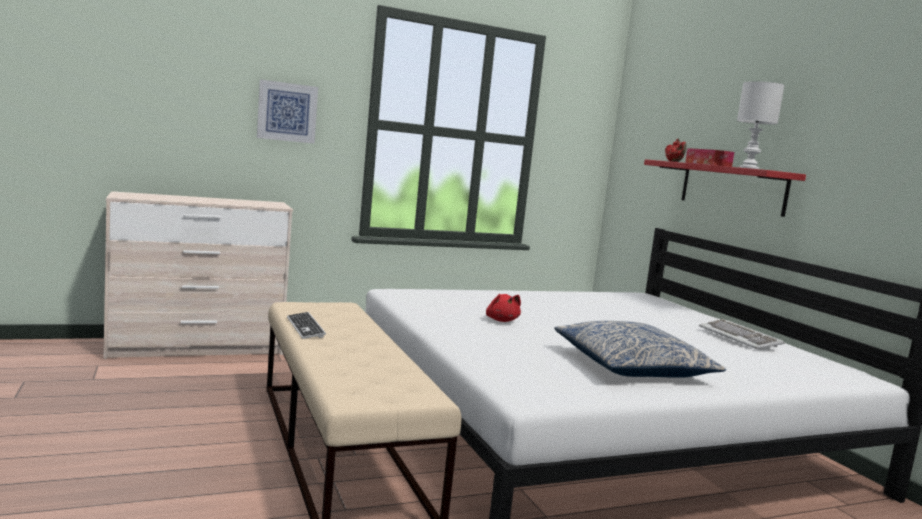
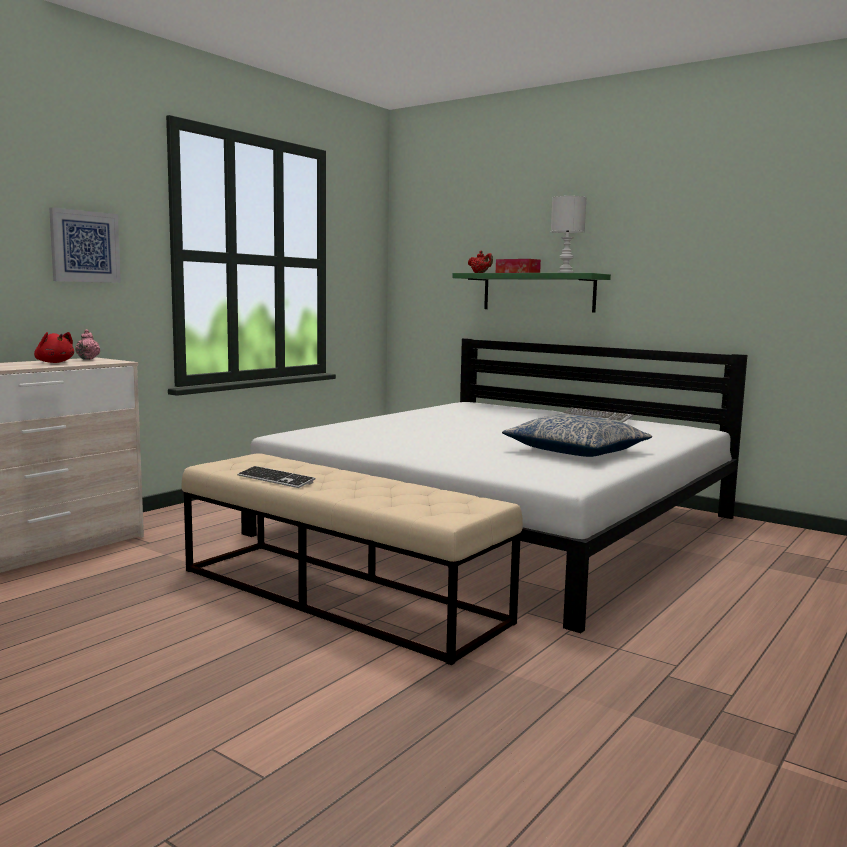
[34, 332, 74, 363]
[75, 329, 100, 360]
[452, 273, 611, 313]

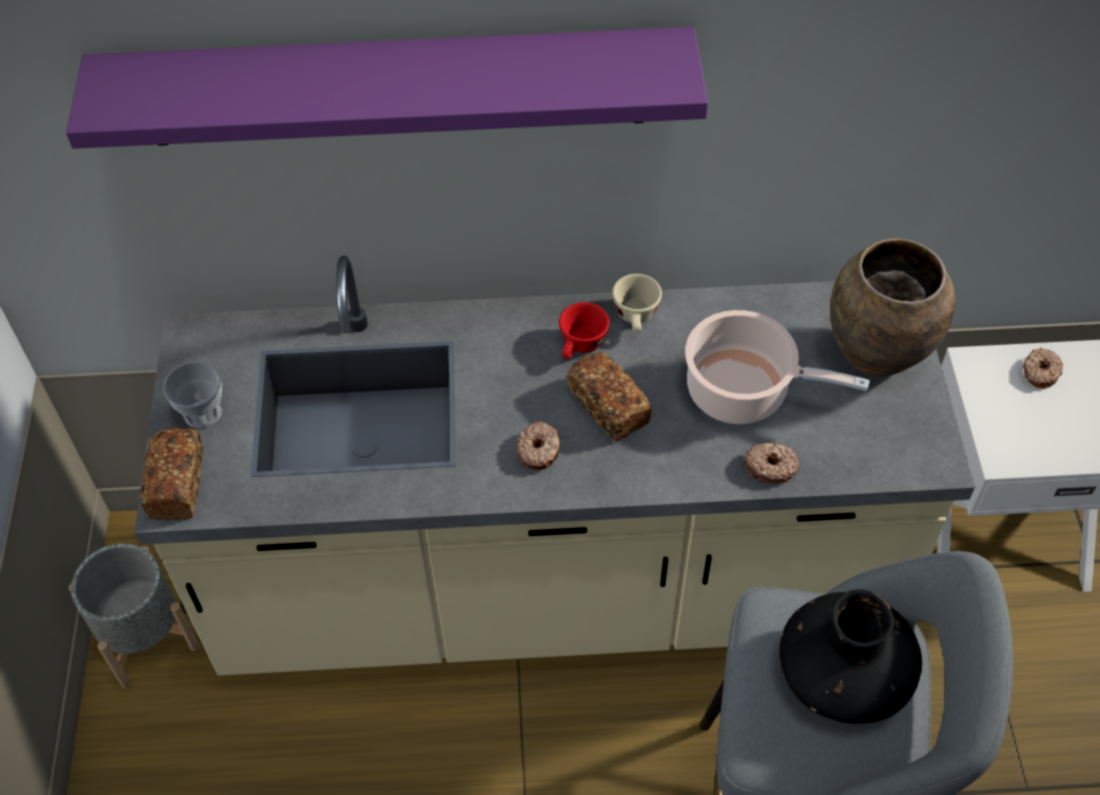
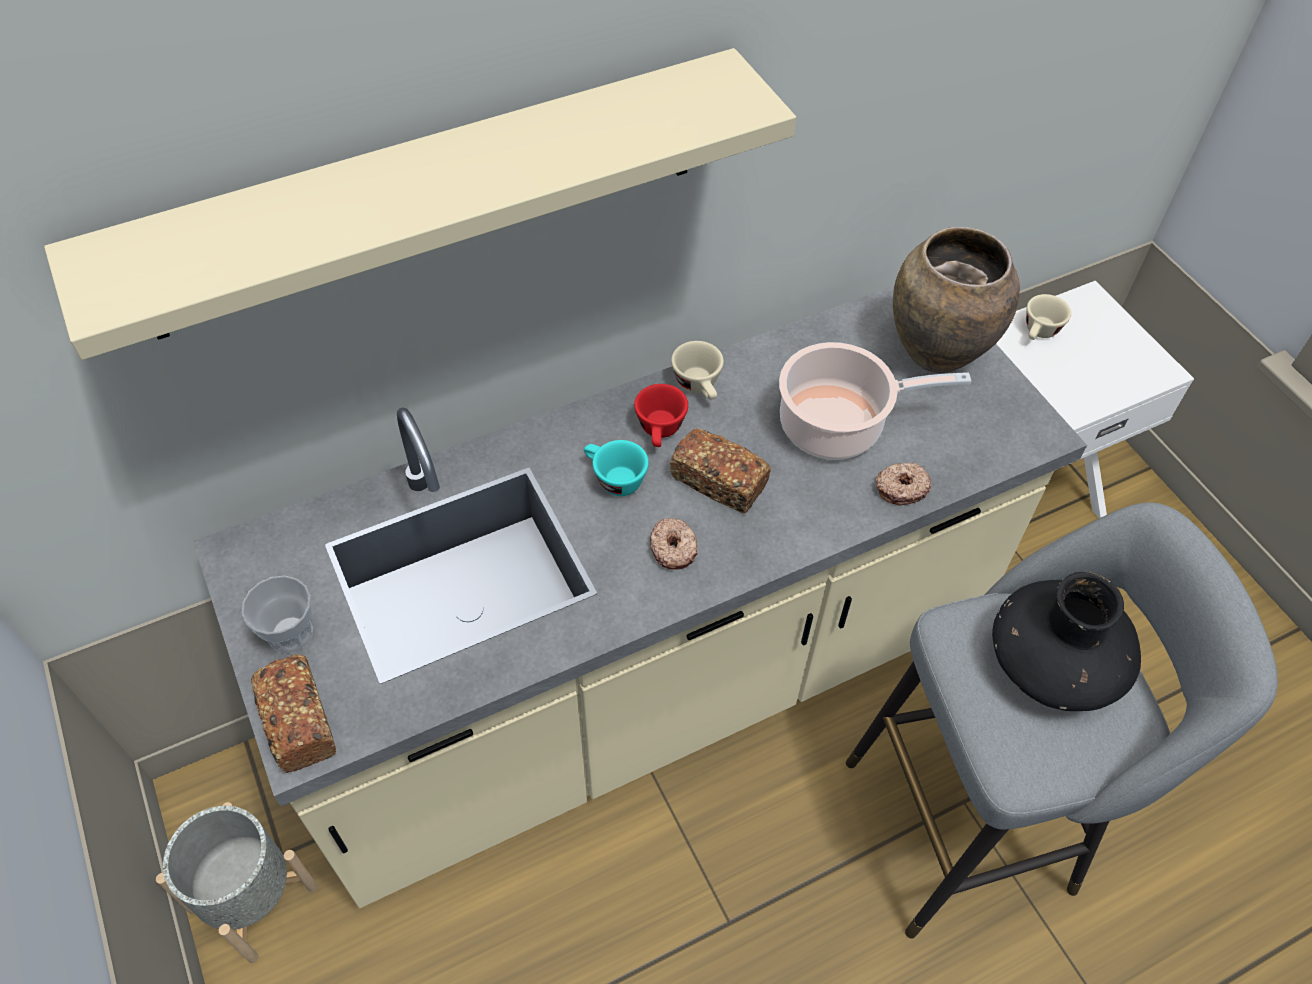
[44, 48, 796, 360]
[584, 440, 649, 496]
[1026, 294, 1071, 340]

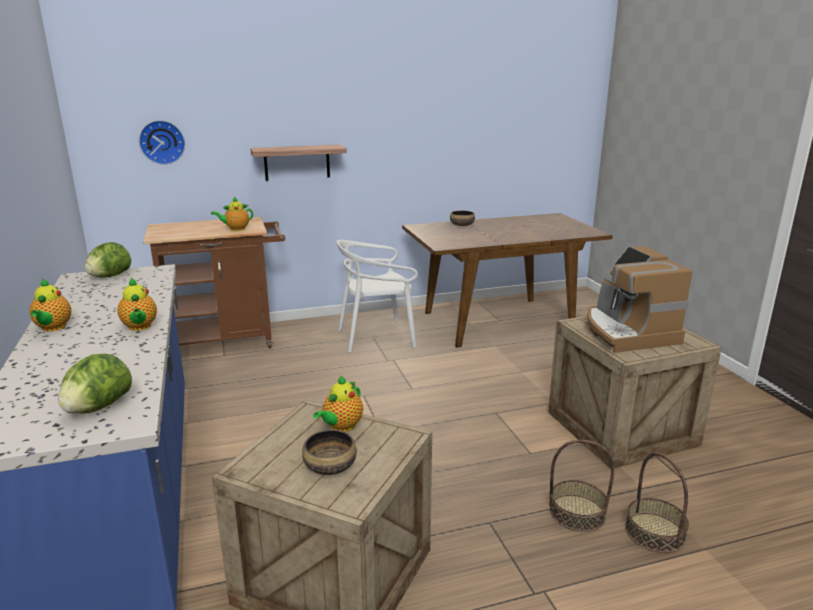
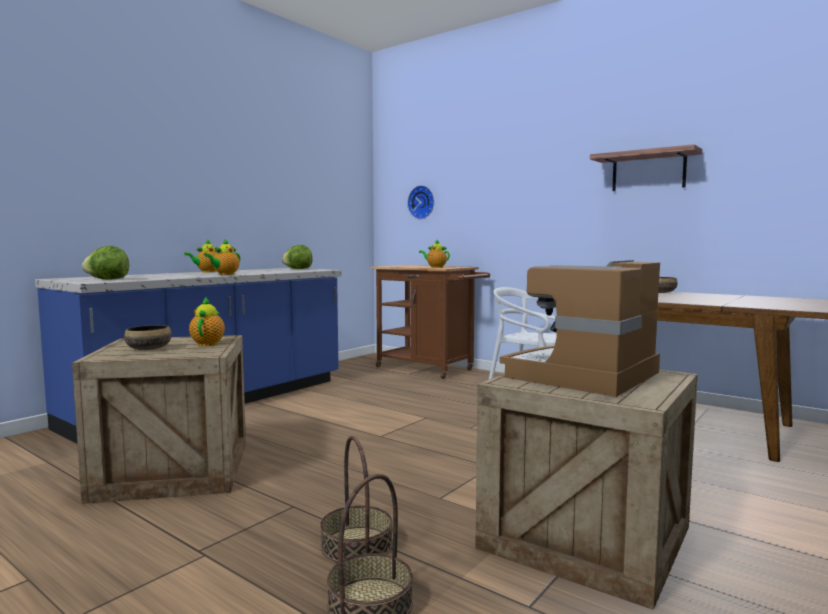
[189, 296, 225, 346]
[590, 144, 702, 191]

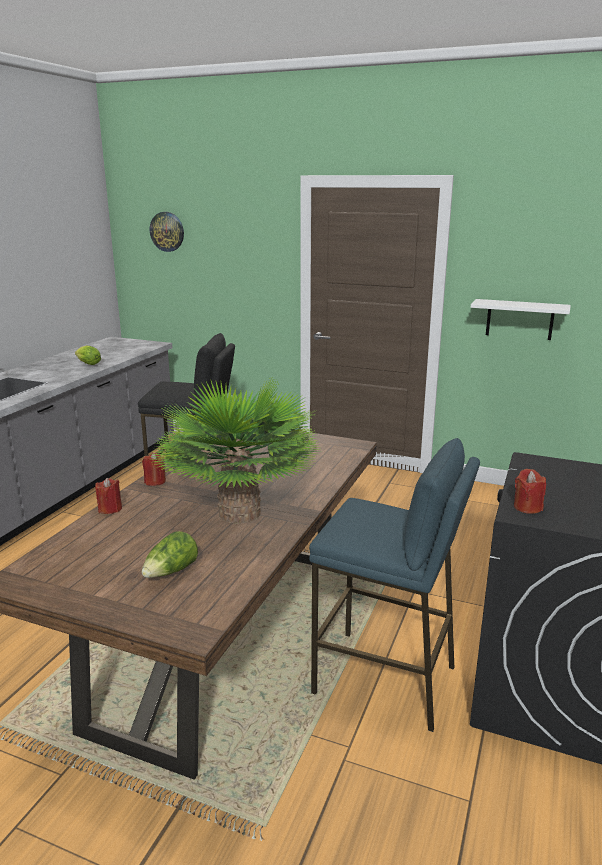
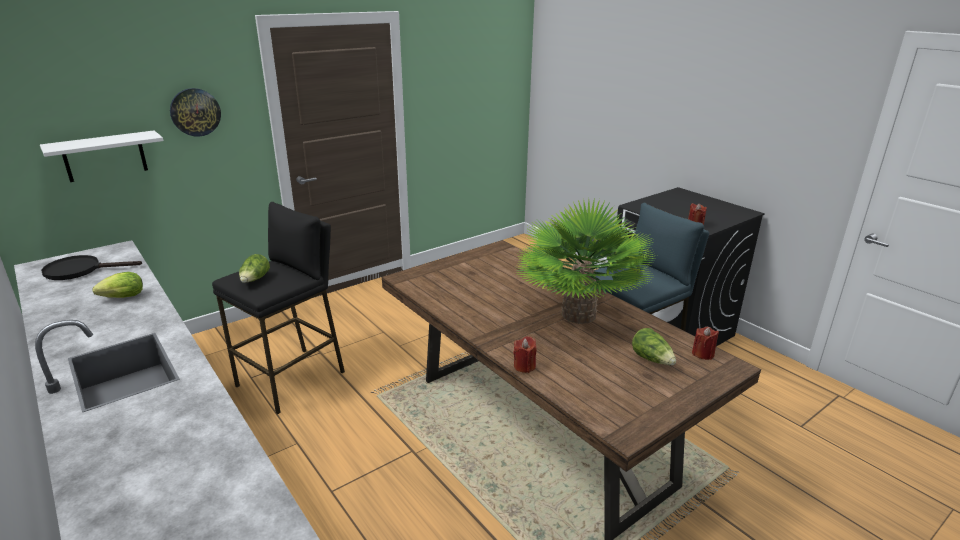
[40, 130, 164, 182]
[41, 255, 142, 280]
[170, 88, 221, 137]
[239, 254, 270, 283]
[692, 327, 719, 360]

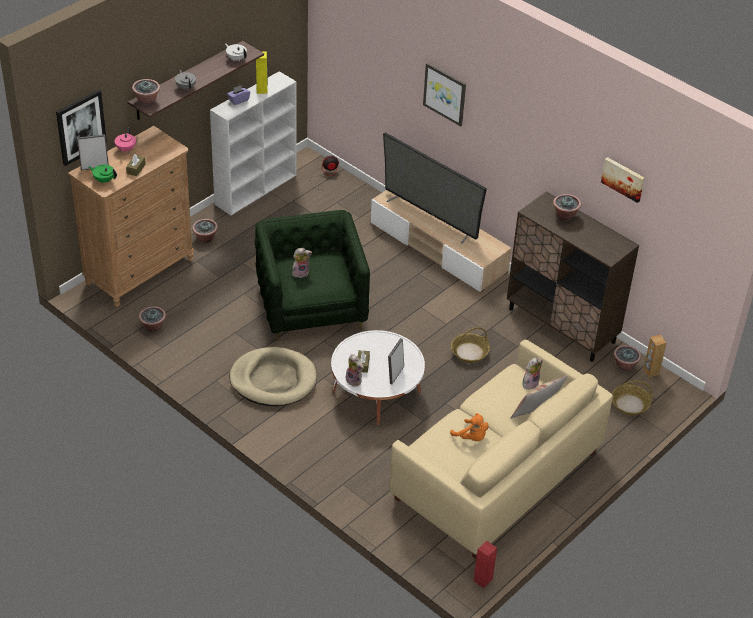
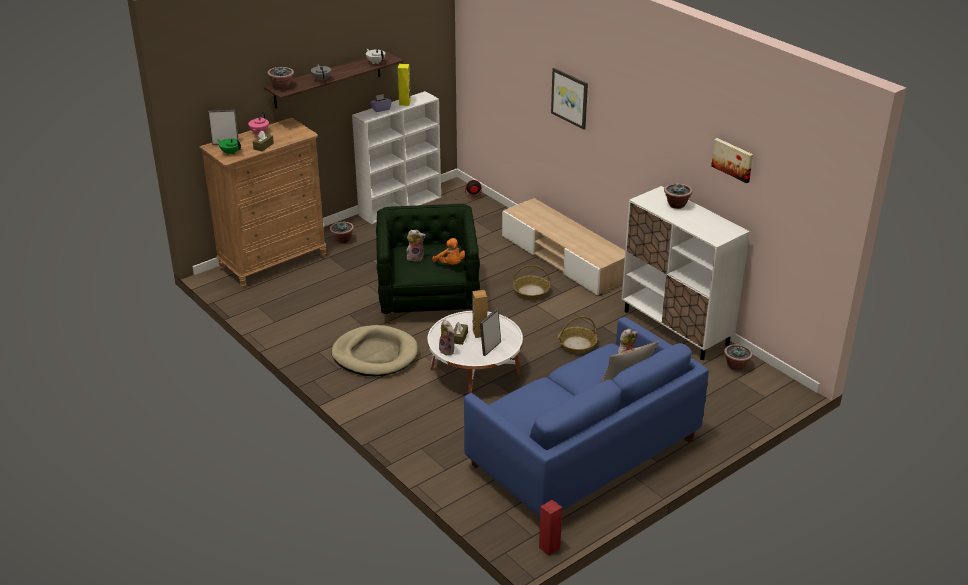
[432, 238, 465, 265]
[464, 317, 709, 517]
[472, 290, 487, 338]
[513, 265, 550, 299]
[622, 186, 750, 360]
[56, 90, 107, 166] (first image)
[139, 306, 166, 332] (first image)
[383, 132, 487, 244] (first image)

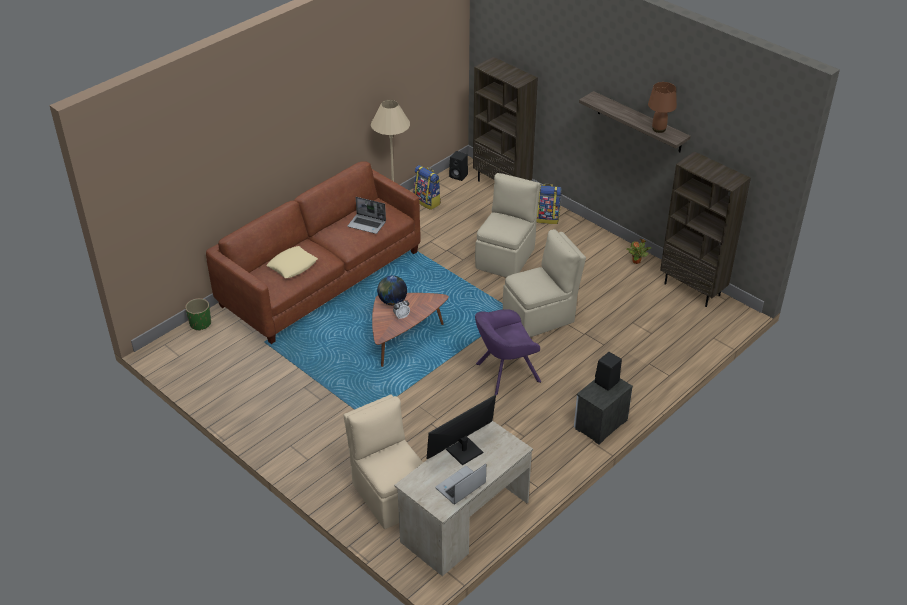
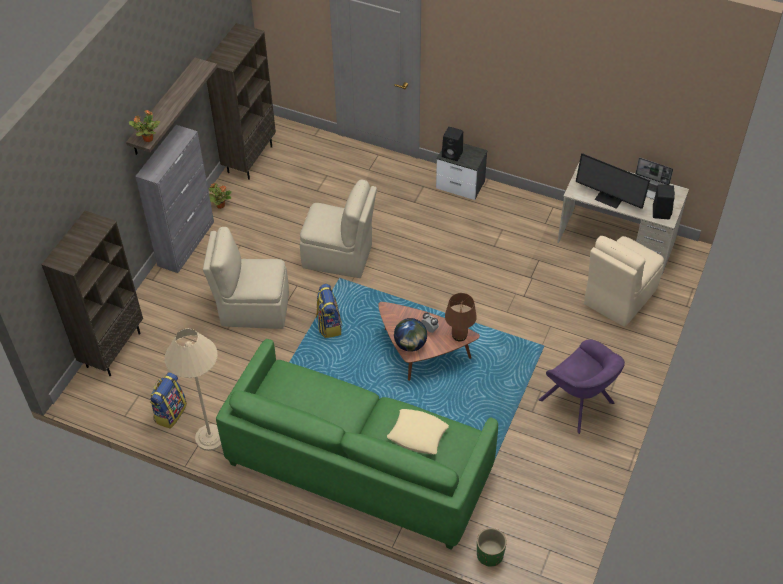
[129, 110, 160, 142]
[135, 125, 214, 273]
[216, 339, 498, 550]
[300, 179, 377, 278]
[316, 284, 342, 338]
[445, 293, 477, 341]
[539, 339, 625, 434]
[653, 184, 675, 219]
[348, 197, 386, 234] (first image)

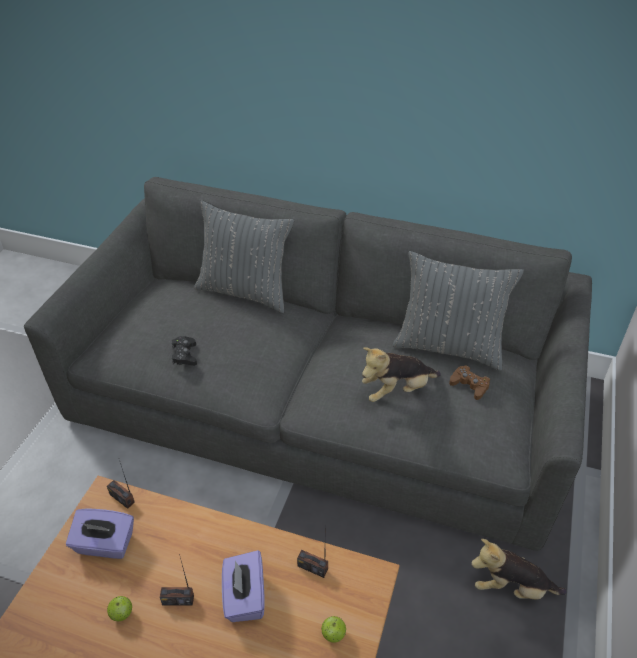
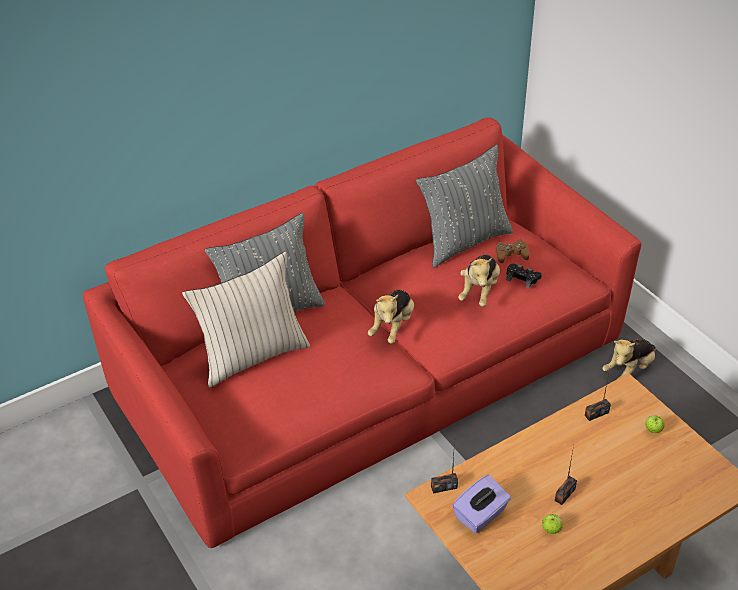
[83, 118, 642, 548]
[182, 252, 310, 387]
[368, 290, 414, 344]
[507, 263, 542, 288]
[222, 550, 265, 622] (first image)

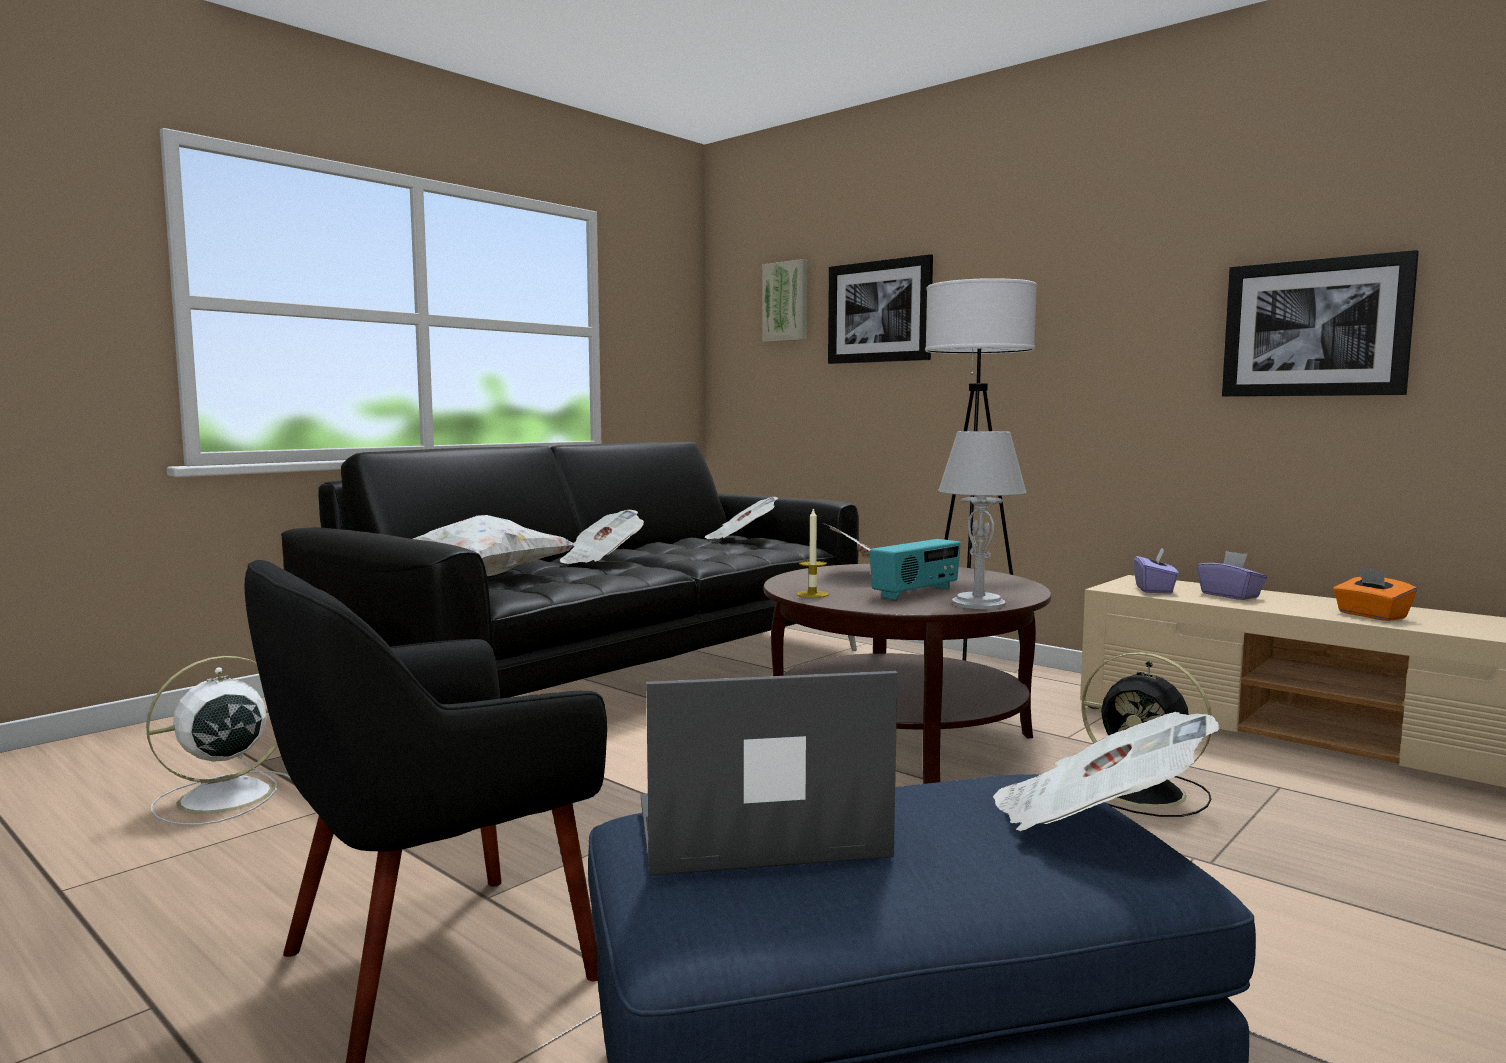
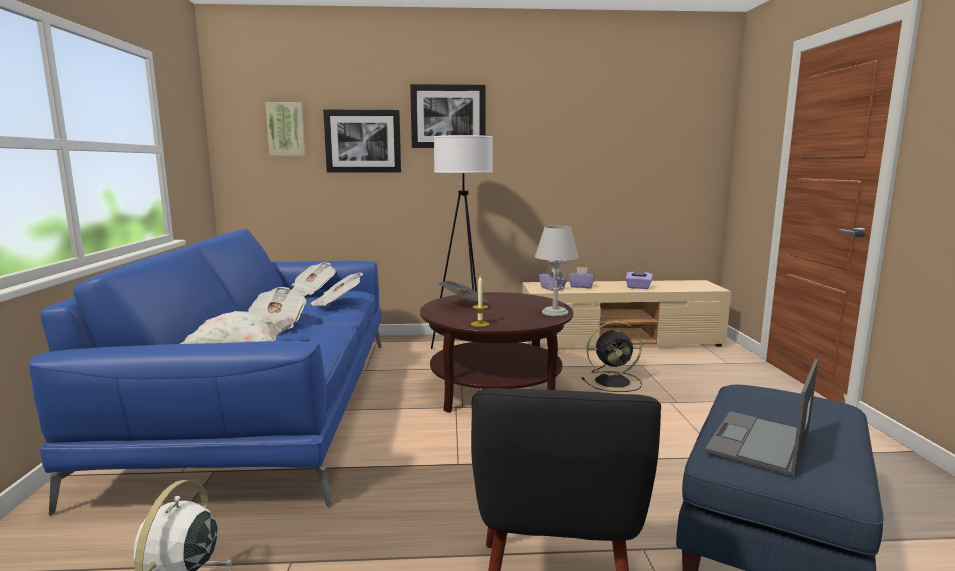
[29, 229, 382, 516]
[311, 272, 363, 306]
[410, 84, 486, 148]
[626, 268, 653, 289]
[870, 539, 961, 600] (first image)

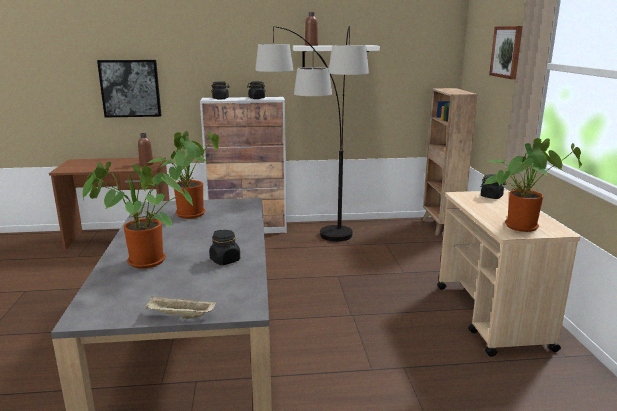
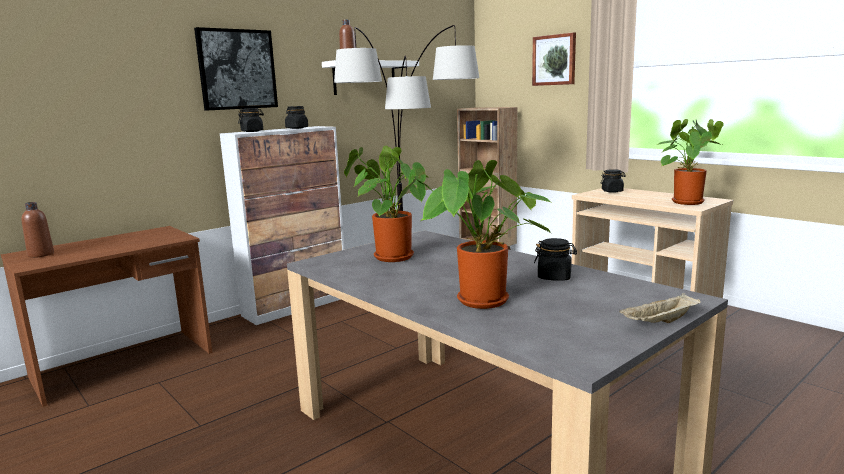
[22, 202, 54, 258]
[194, 27, 278, 111]

